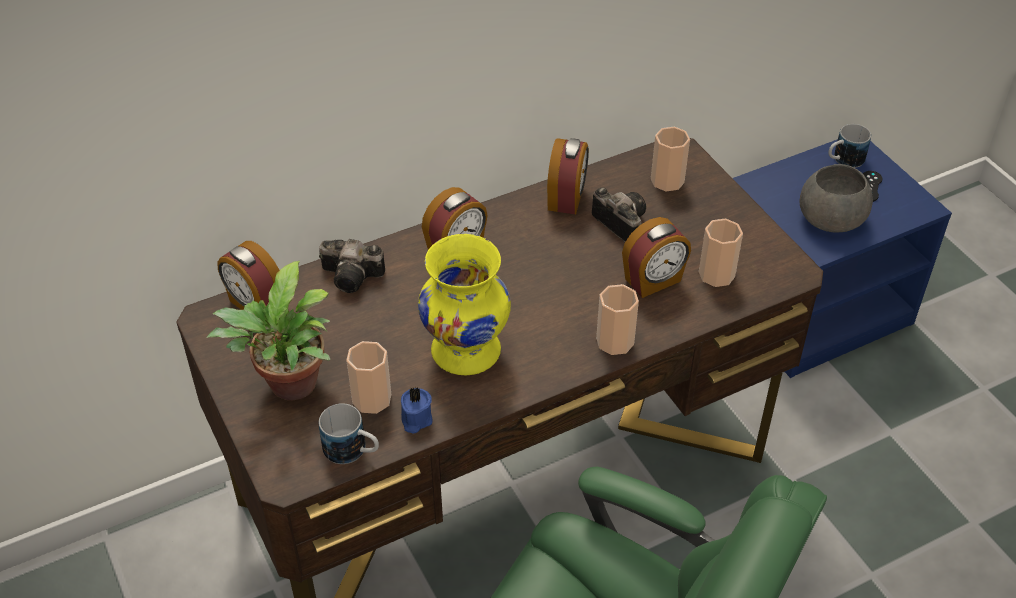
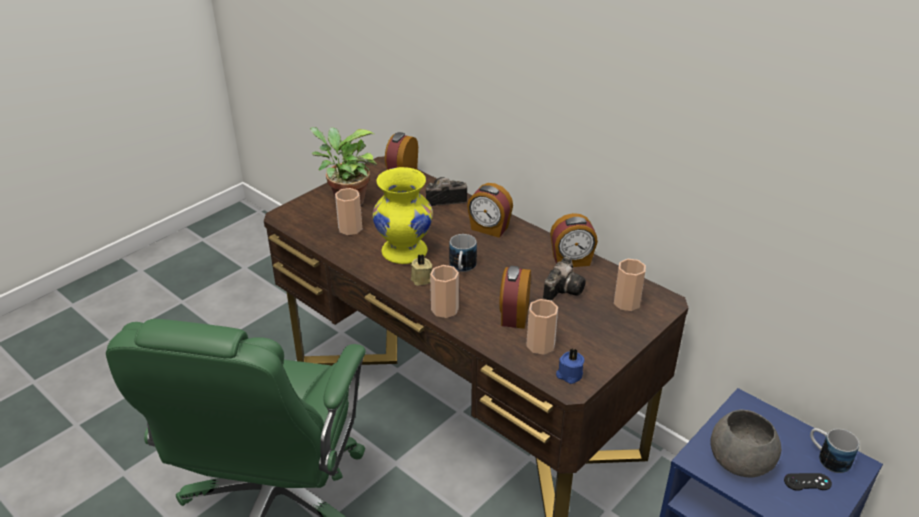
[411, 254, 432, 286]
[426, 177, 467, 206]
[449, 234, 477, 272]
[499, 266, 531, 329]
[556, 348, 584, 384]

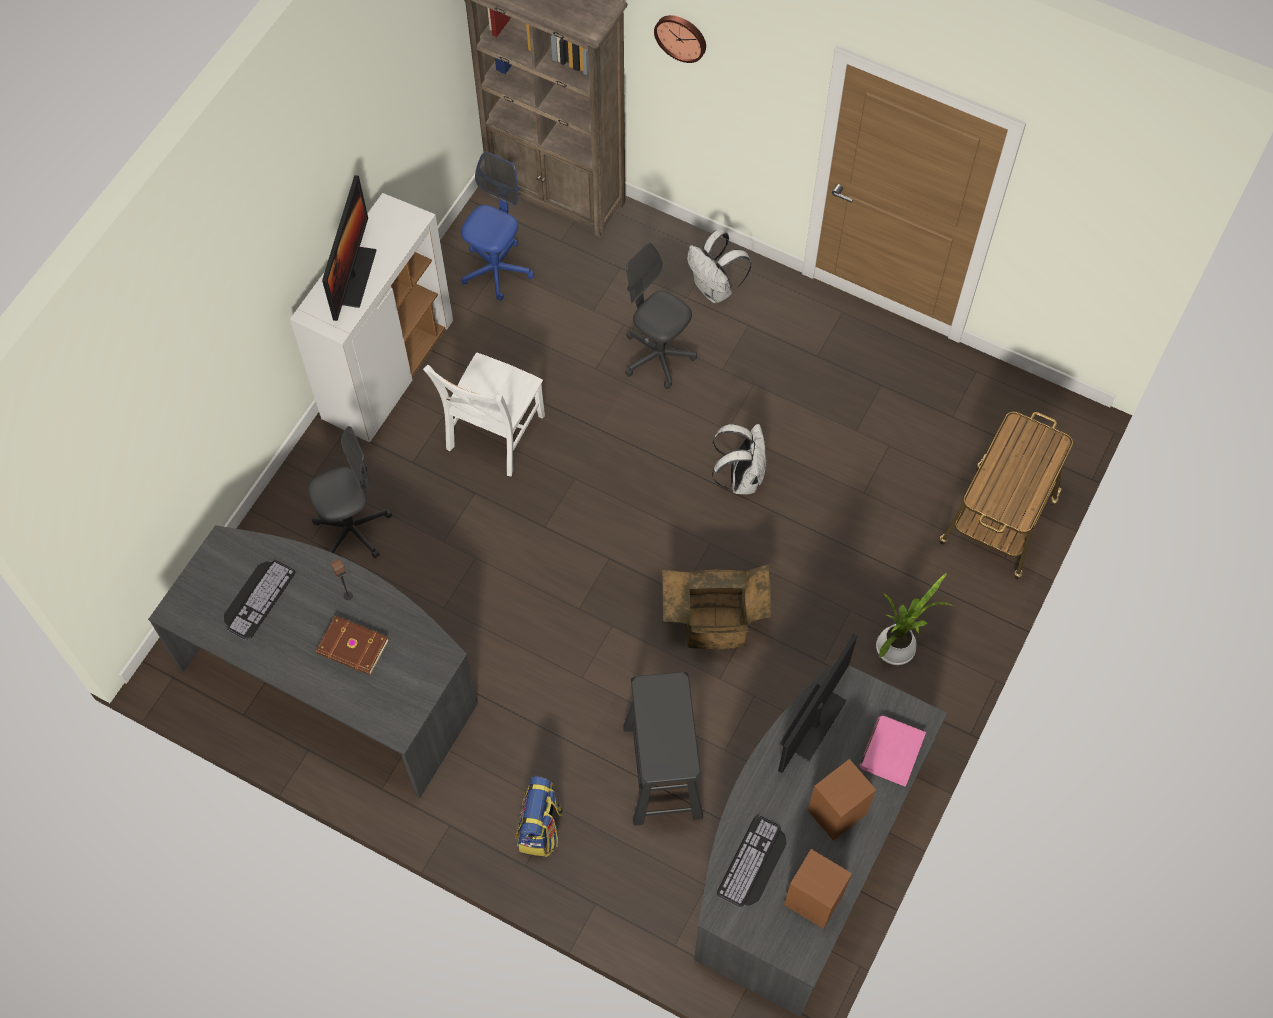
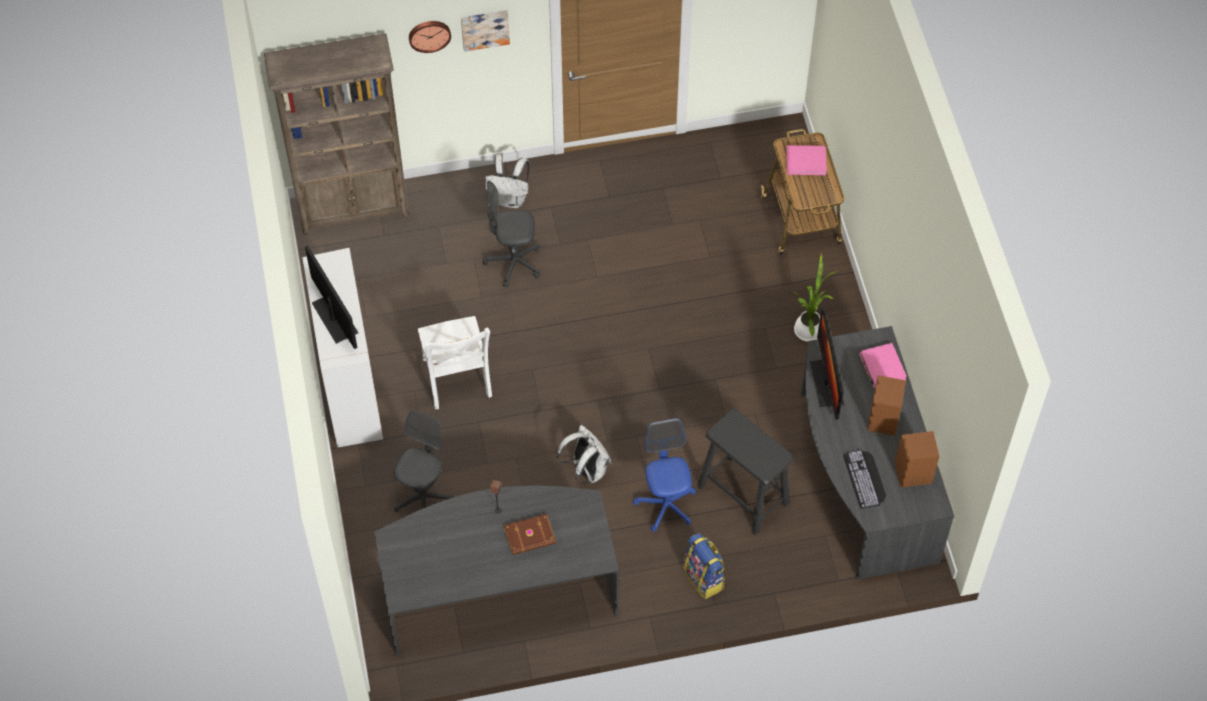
[461, 10, 510, 52]
[557, 425, 611, 484]
[633, 418, 696, 532]
[786, 145, 827, 175]
[224, 560, 296, 641] (first image)
[662, 565, 771, 650] (first image)

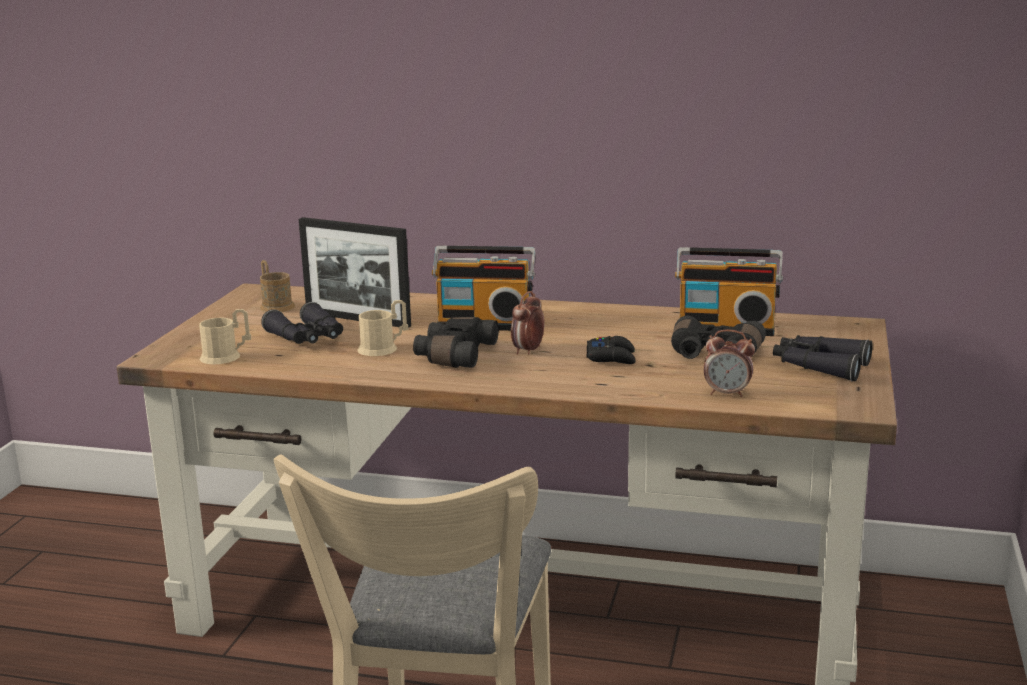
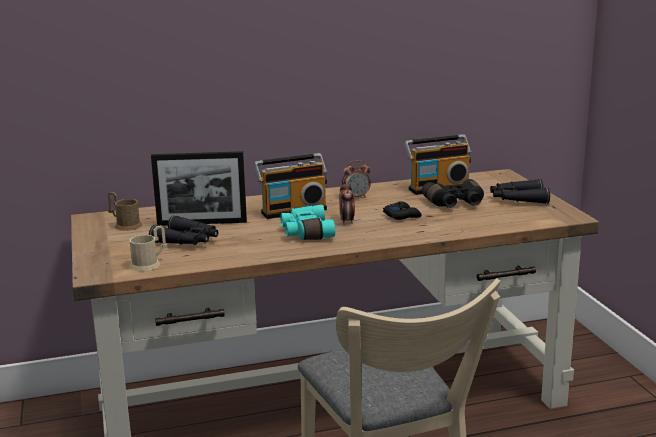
[280, 205, 335, 240]
[342, 160, 371, 198]
[357, 300, 408, 356] (first image)

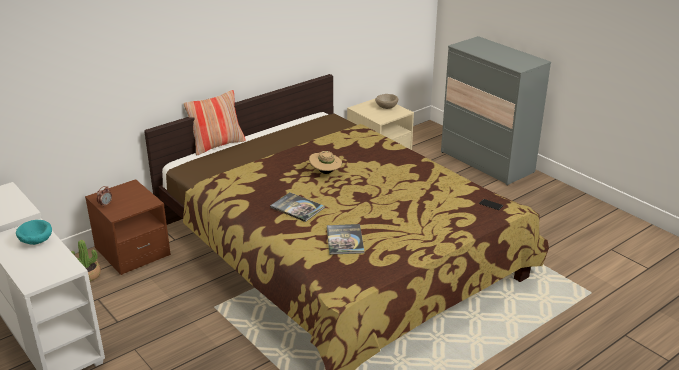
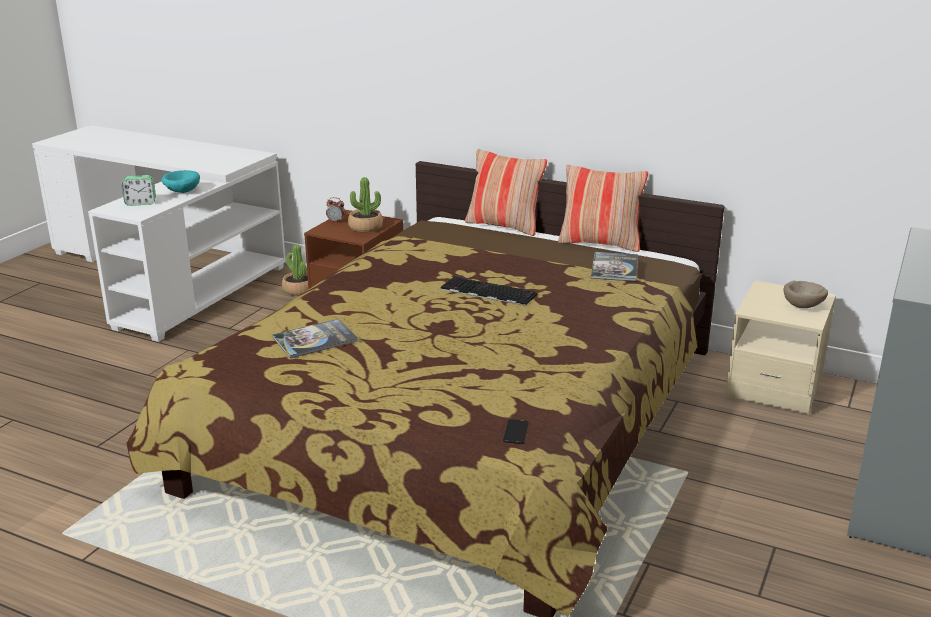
[122, 175, 156, 206]
[348, 177, 383, 232]
[441, 277, 538, 306]
[558, 165, 648, 252]
[591, 252, 638, 282]

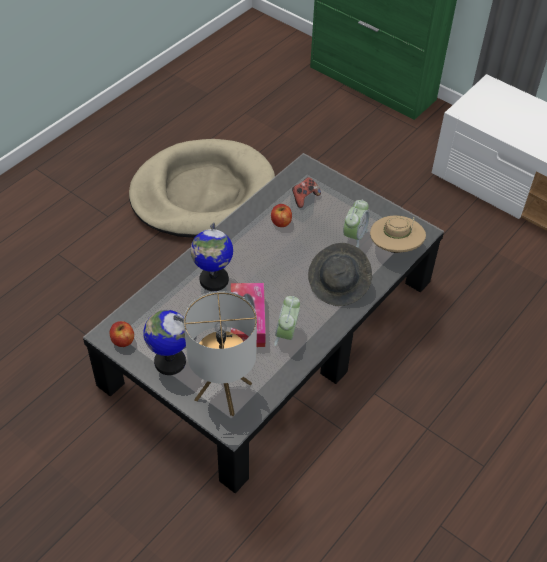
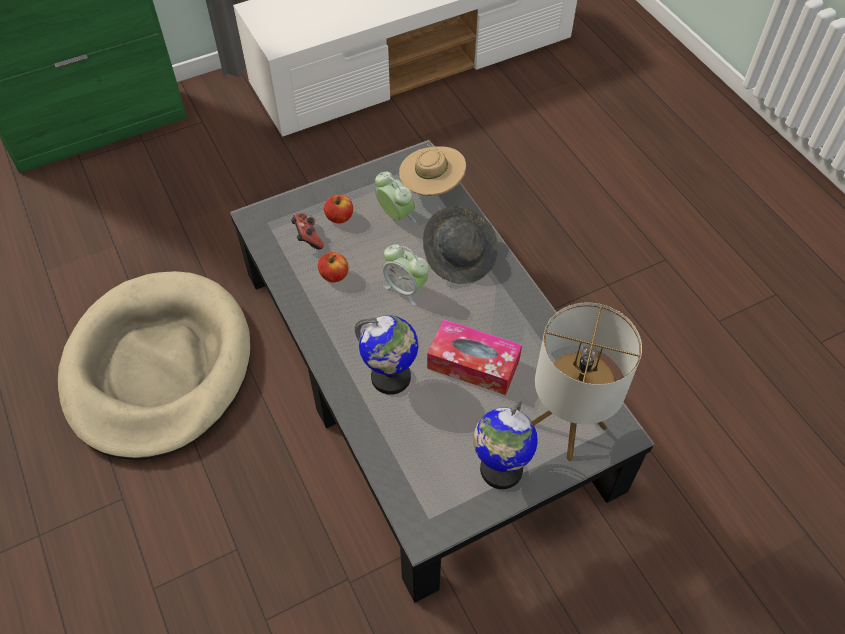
[324, 195, 353, 224]
[383, 244, 429, 306]

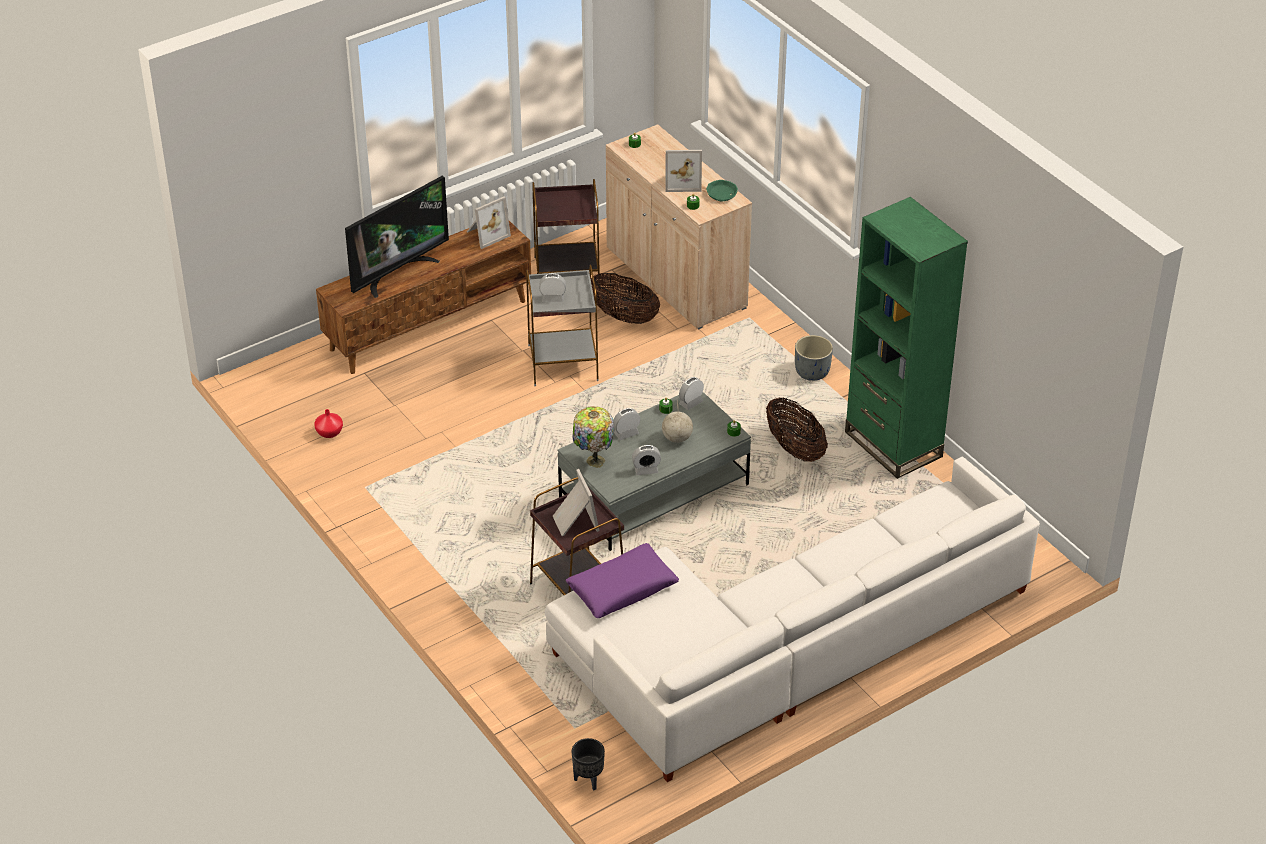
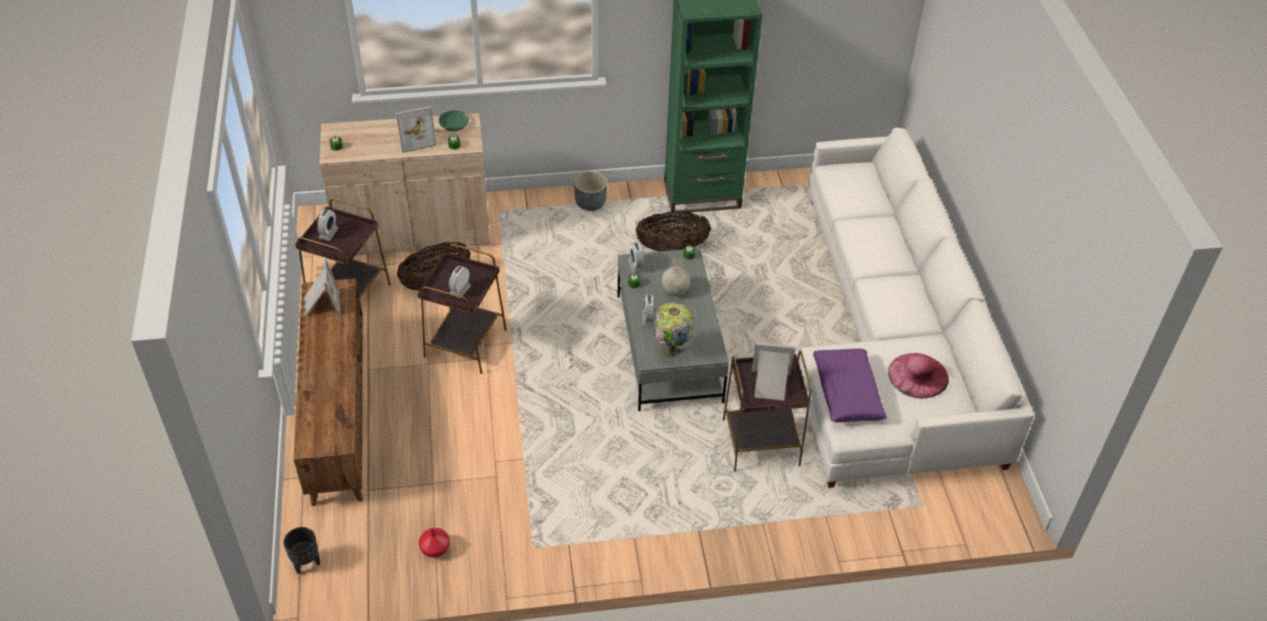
[284, 527, 320, 574]
[317, 209, 338, 241]
[396, 106, 437, 153]
[418, 244, 507, 374]
[888, 353, 949, 399]
[345, 176, 449, 298] (first image)

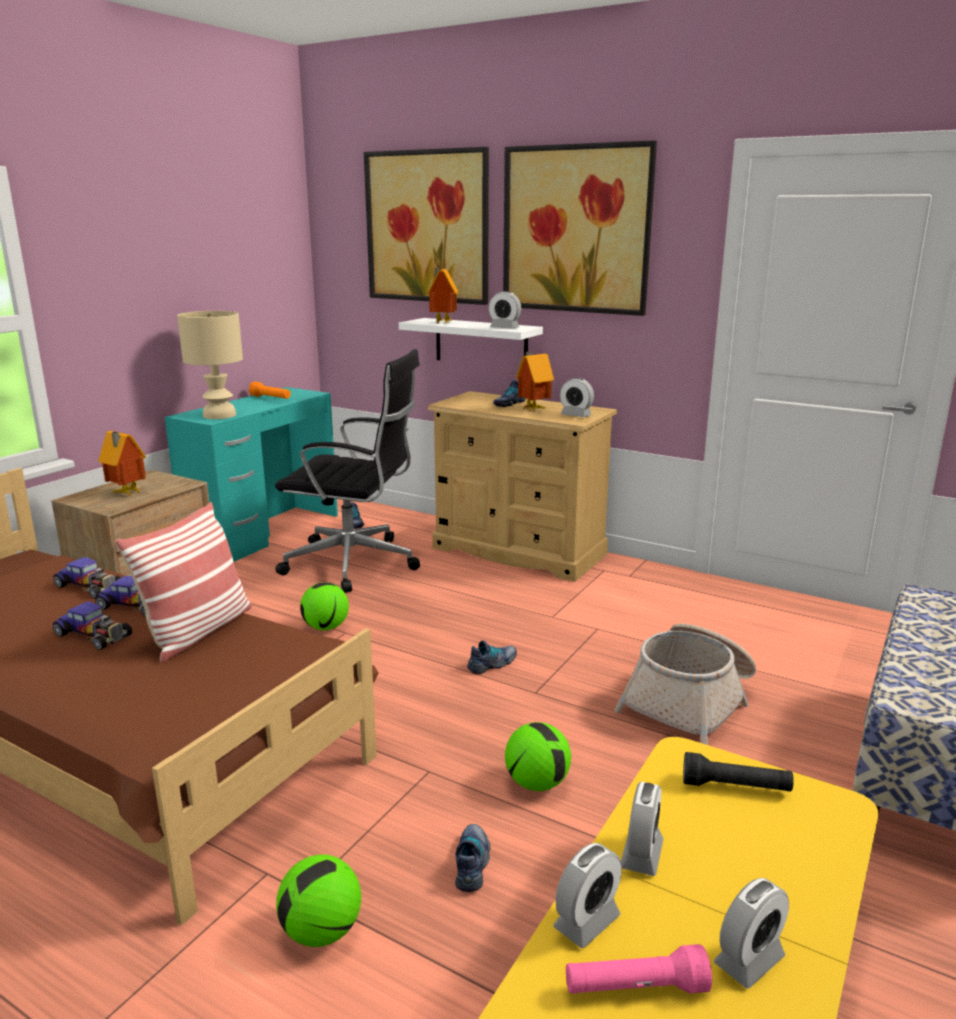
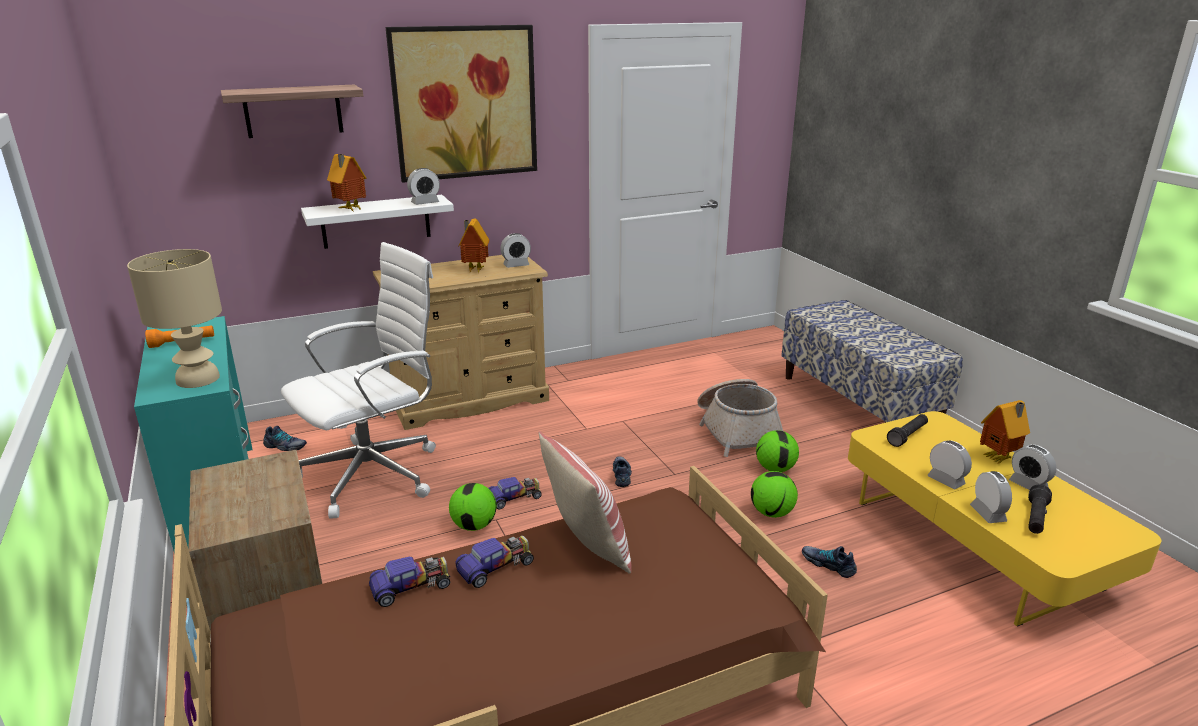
[221, 85, 363, 138]
[281, 242, 436, 519]
[488, 477, 542, 510]
[756, 430, 799, 472]
[980, 400, 1030, 464]
[1009, 445, 1057, 490]
[1028, 484, 1052, 534]
[493, 381, 526, 407] (first image)

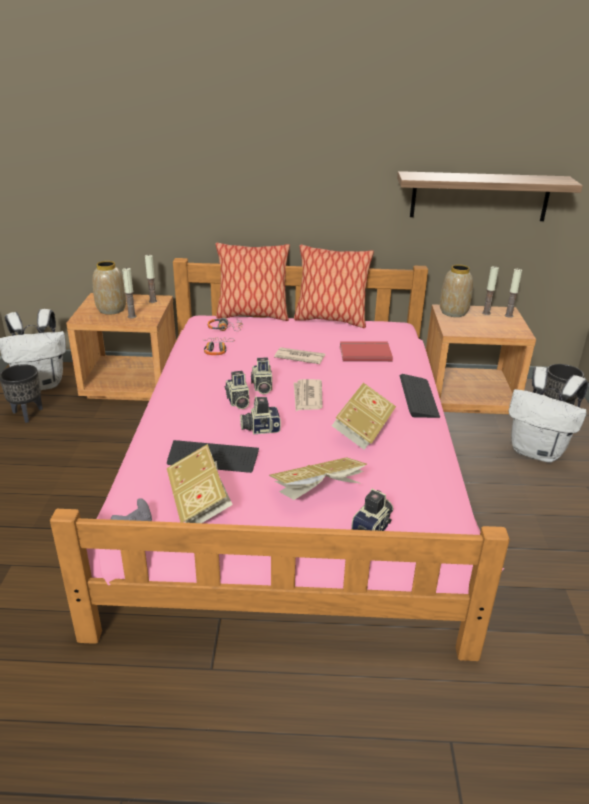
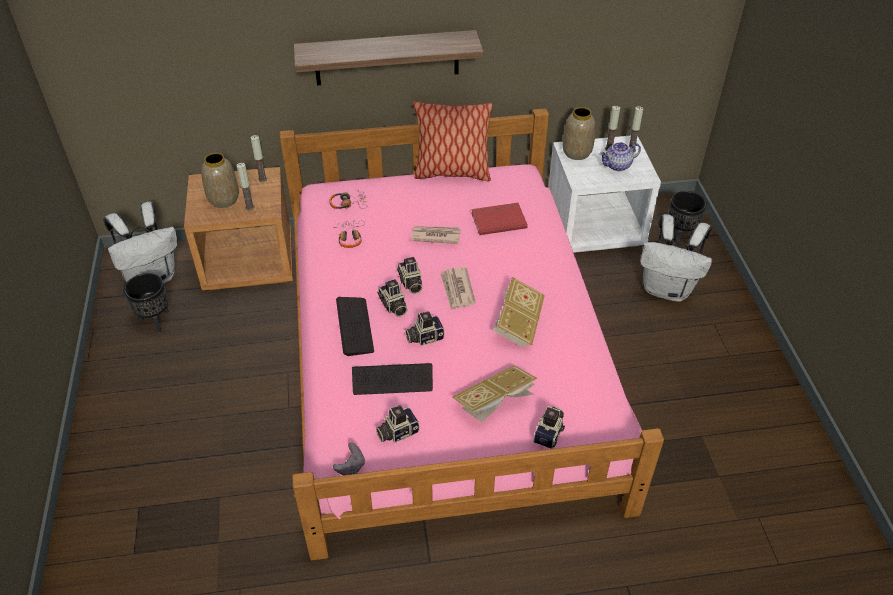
[294, 30, 483, 85]
[336, 297, 374, 356]
[376, 405, 420, 443]
[548, 136, 661, 253]
[599, 142, 641, 171]
[215, 243, 290, 321] (first image)

